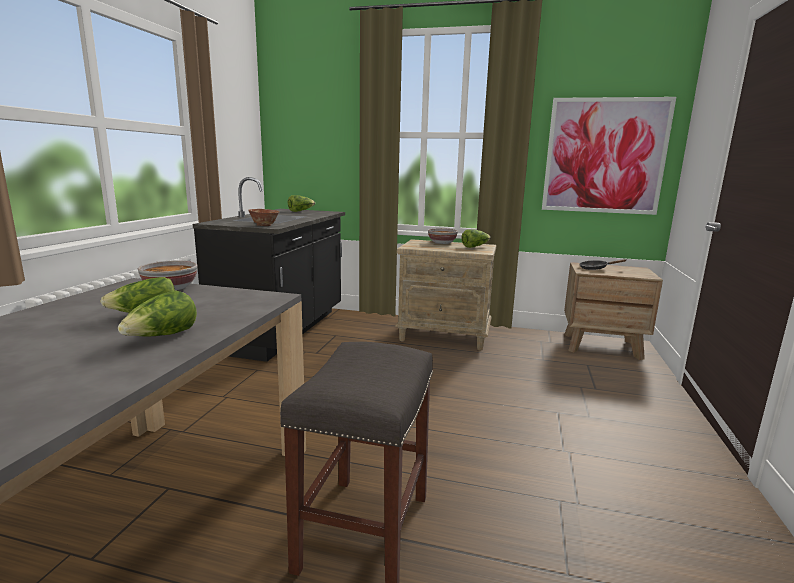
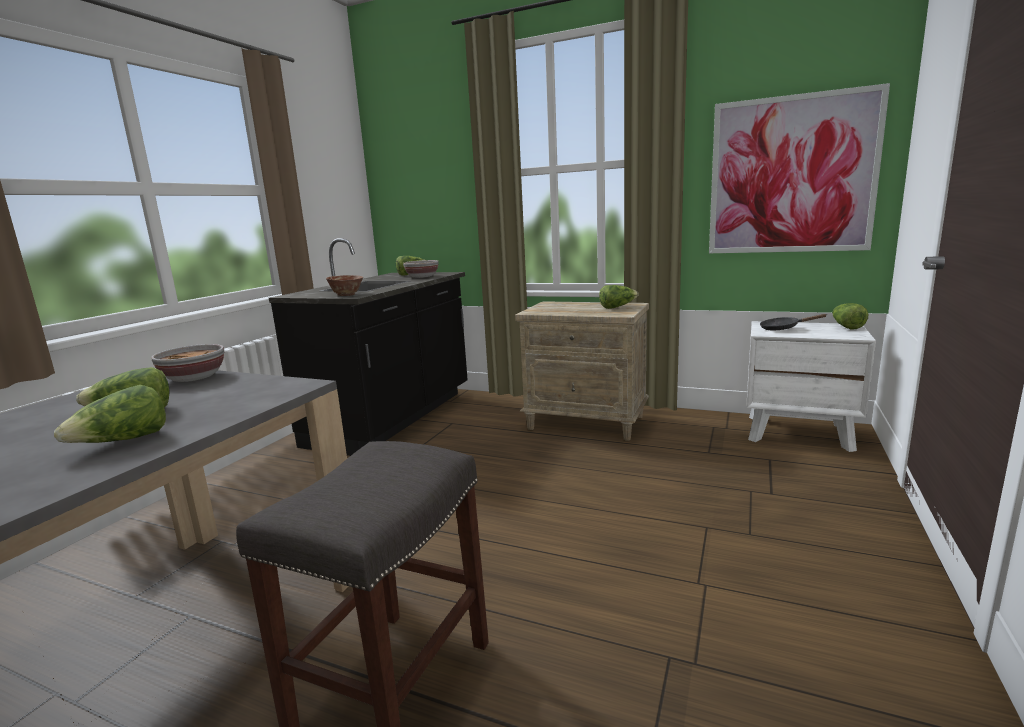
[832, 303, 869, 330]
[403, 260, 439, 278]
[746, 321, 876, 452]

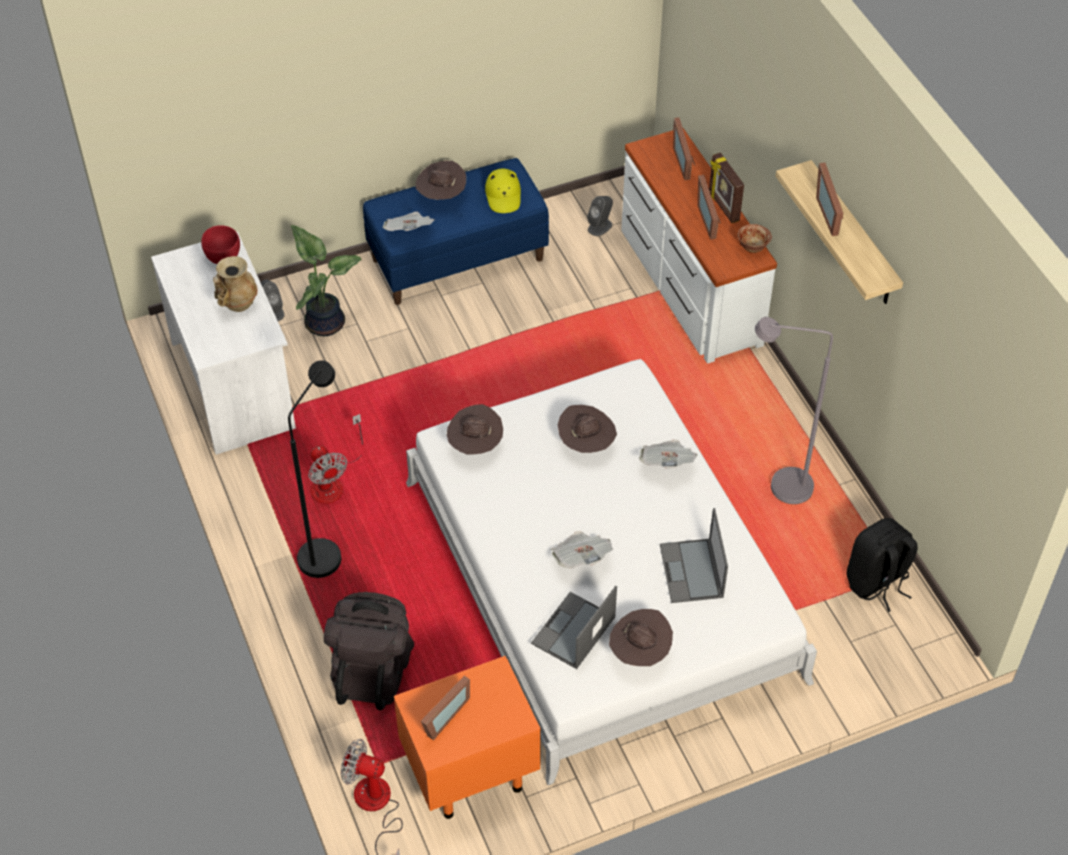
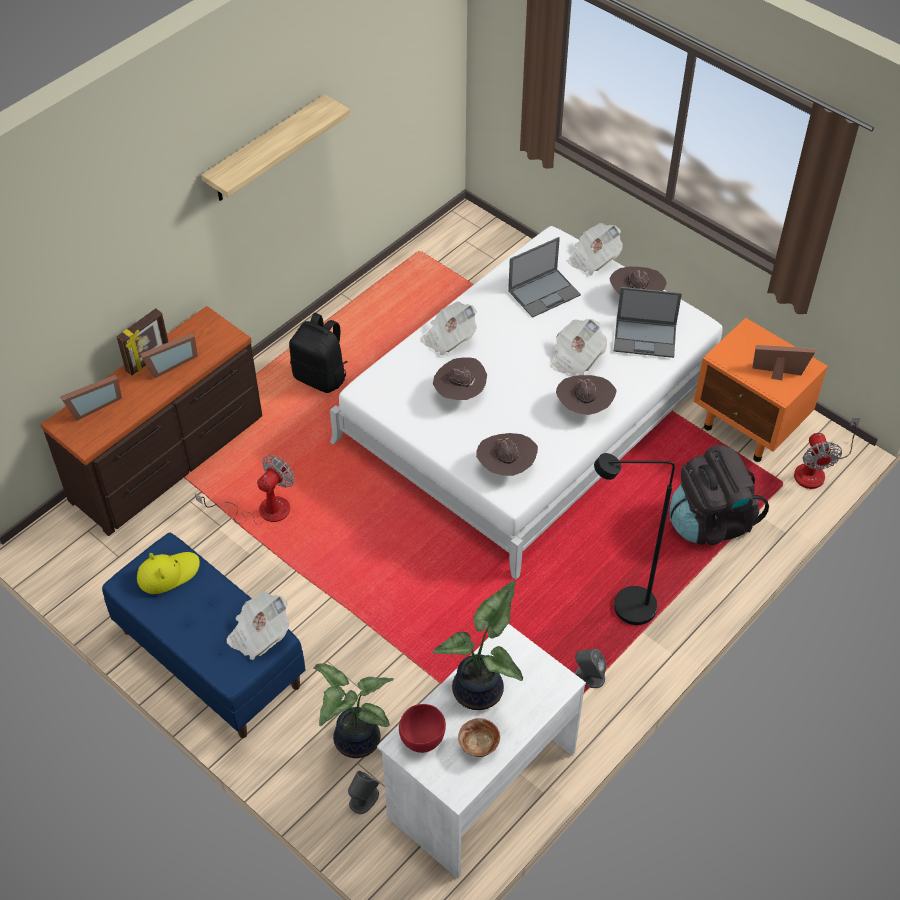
[755, 317, 833, 504] (first image)
[816, 163, 843, 236] (first image)
[568, 223, 623, 275]
[195, 455, 295, 525]
[556, 375, 617, 415]
[575, 649, 607, 688]
[458, 718, 500, 757]
[289, 313, 347, 393]
[433, 580, 523, 710]
[41, 306, 262, 536]

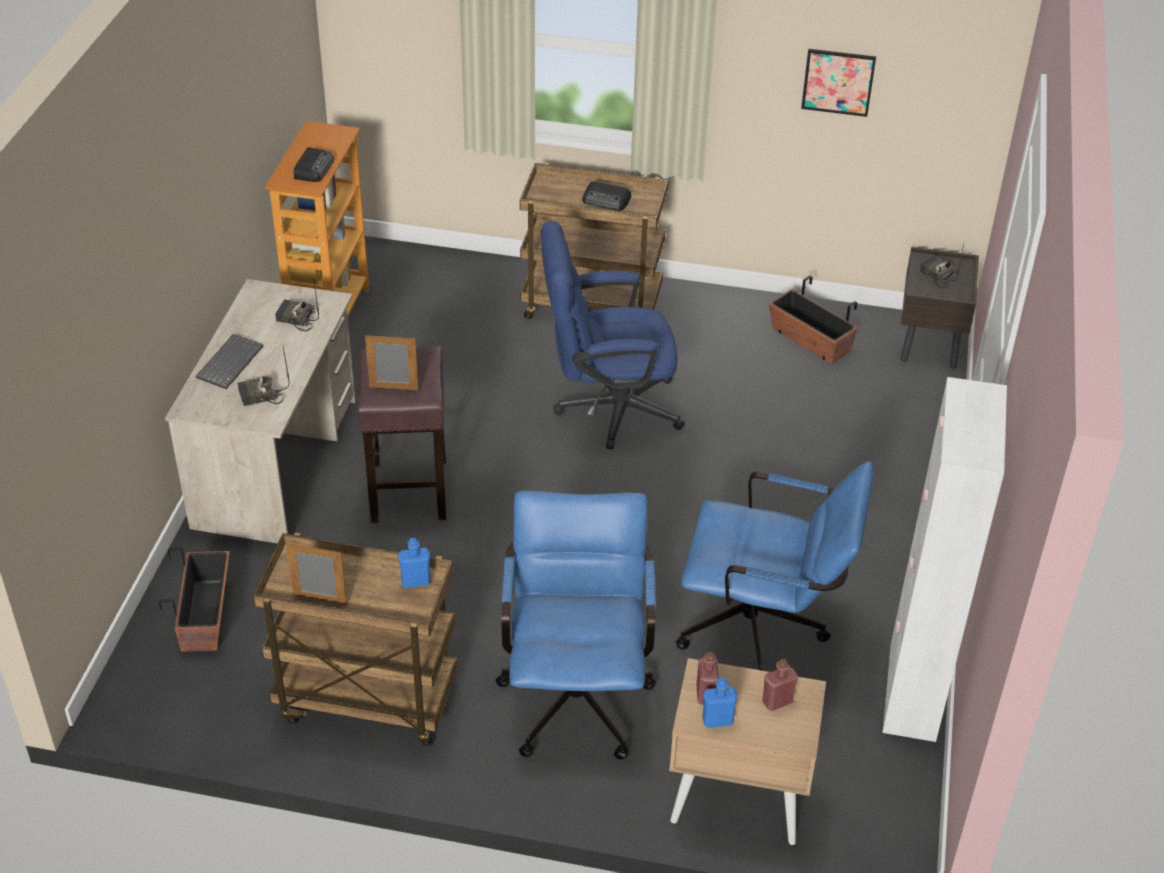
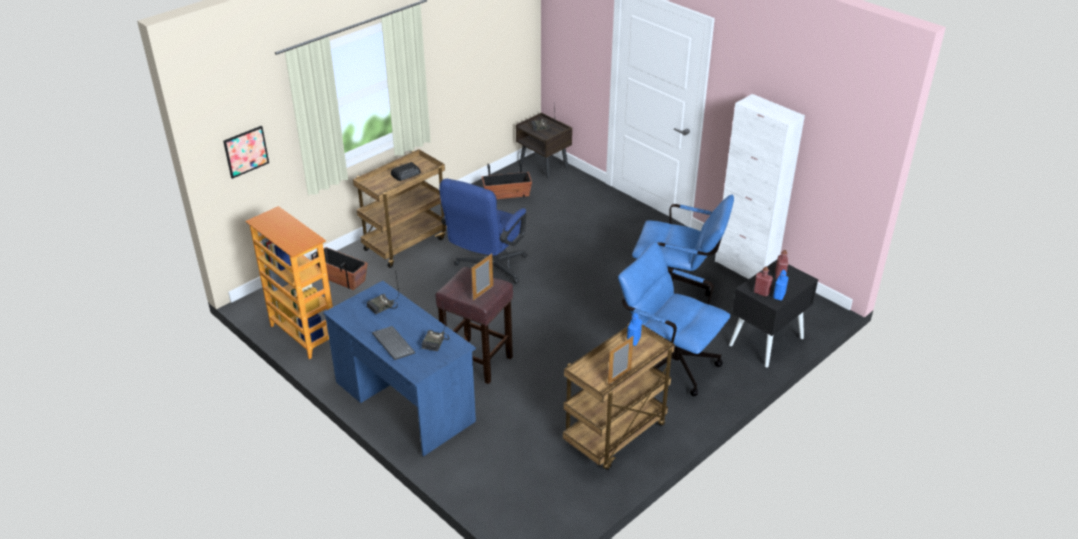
[294, 147, 334, 182] (first image)
[311, 247, 368, 290]
[223, 126, 269, 179]
[323, 281, 476, 457]
[729, 260, 818, 368]
[632, 195, 734, 297]

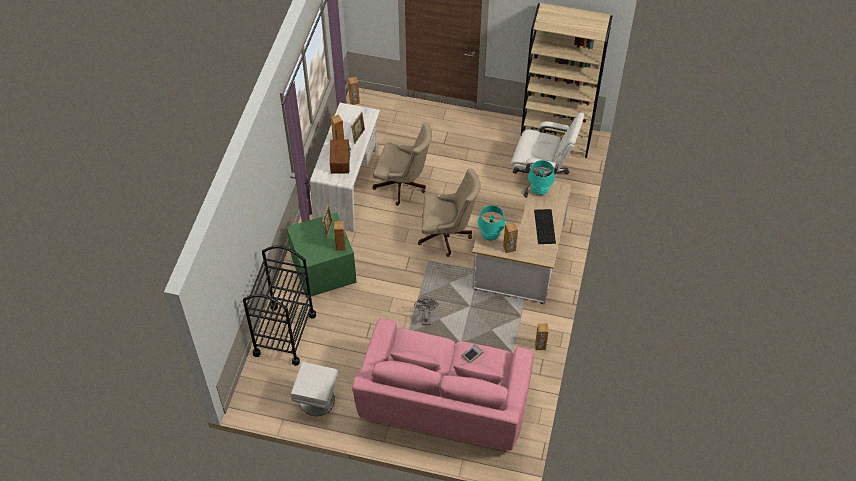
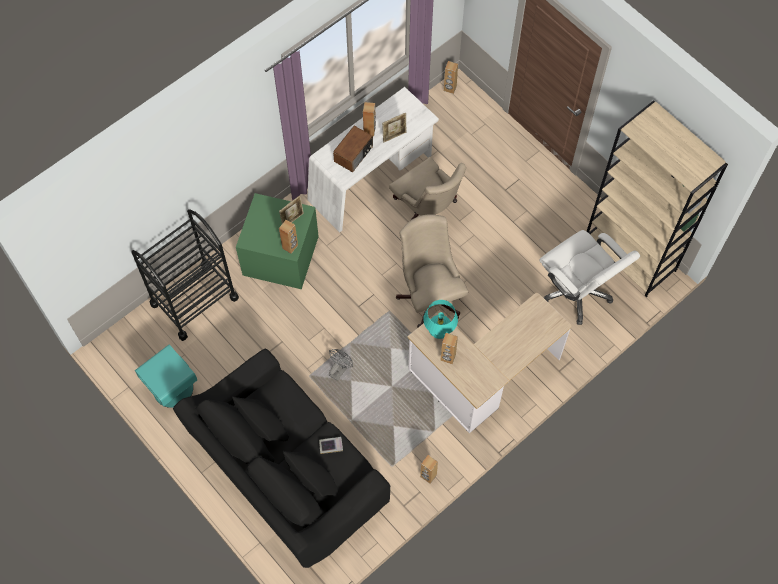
[528, 160, 555, 195] (first image)
[534, 209, 556, 244] (first image)
[135, 345, 197, 408]
[173, 349, 390, 568]
[396, 214, 468, 328]

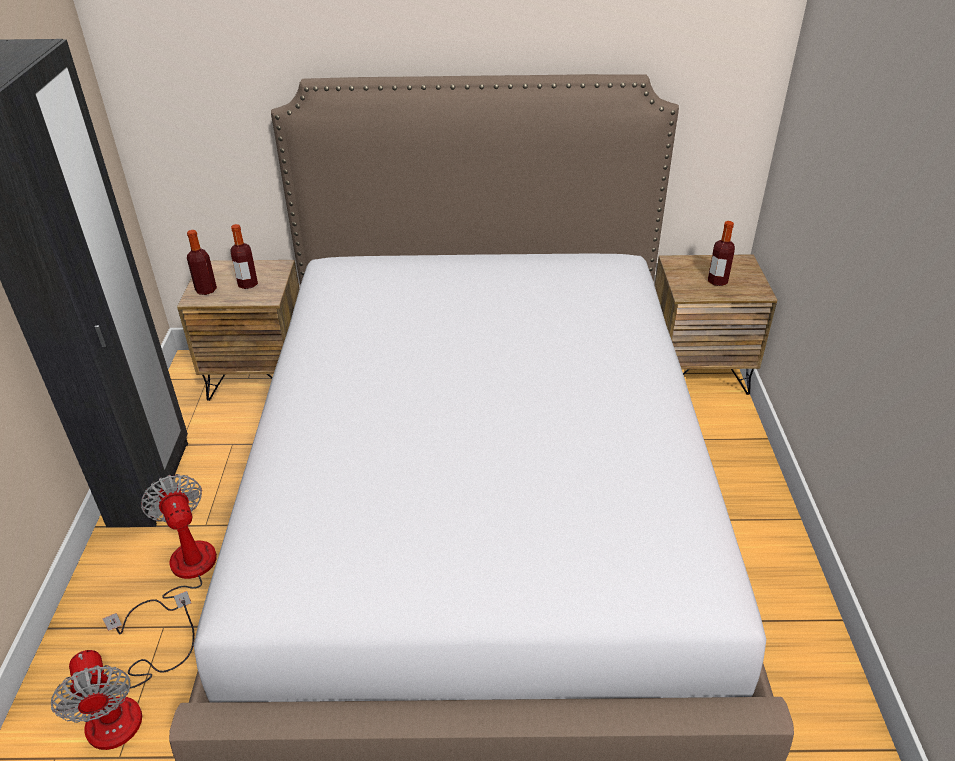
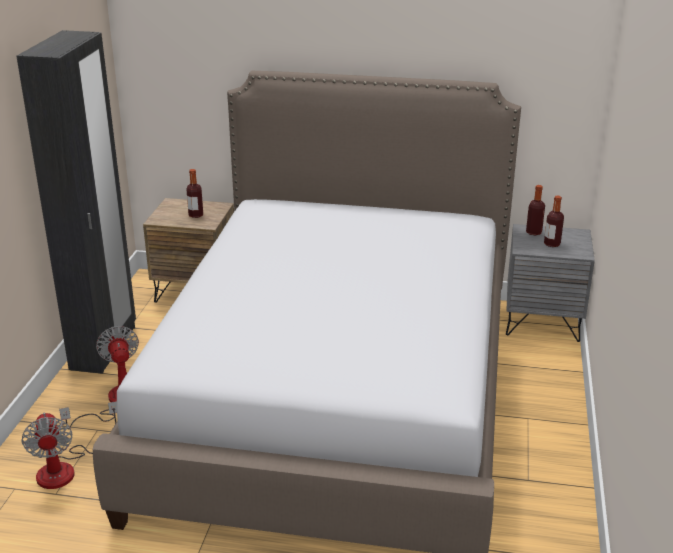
[526, 185, 545, 235]
[506, 224, 595, 342]

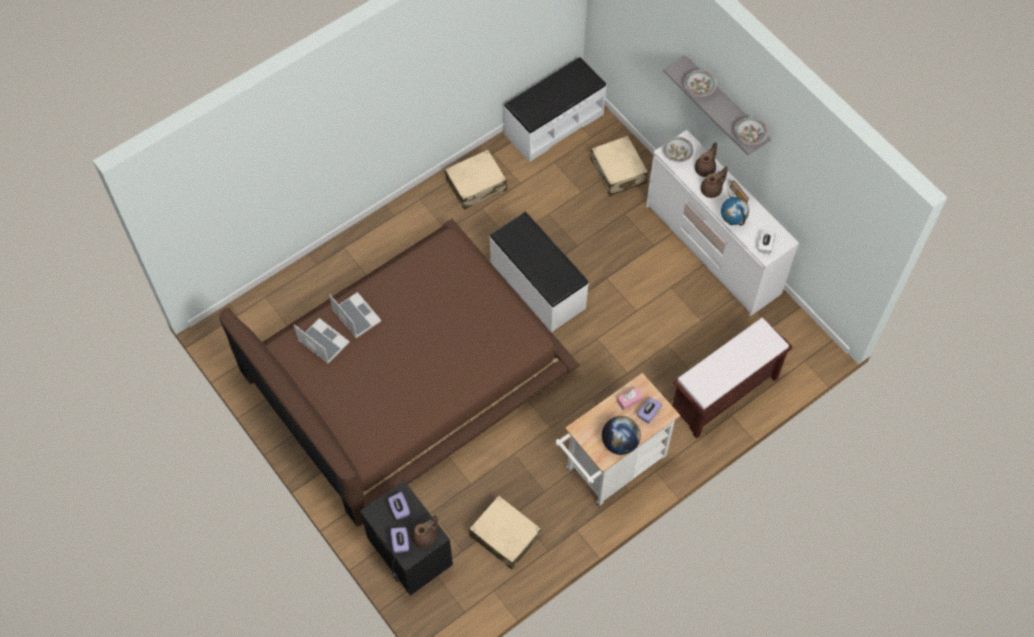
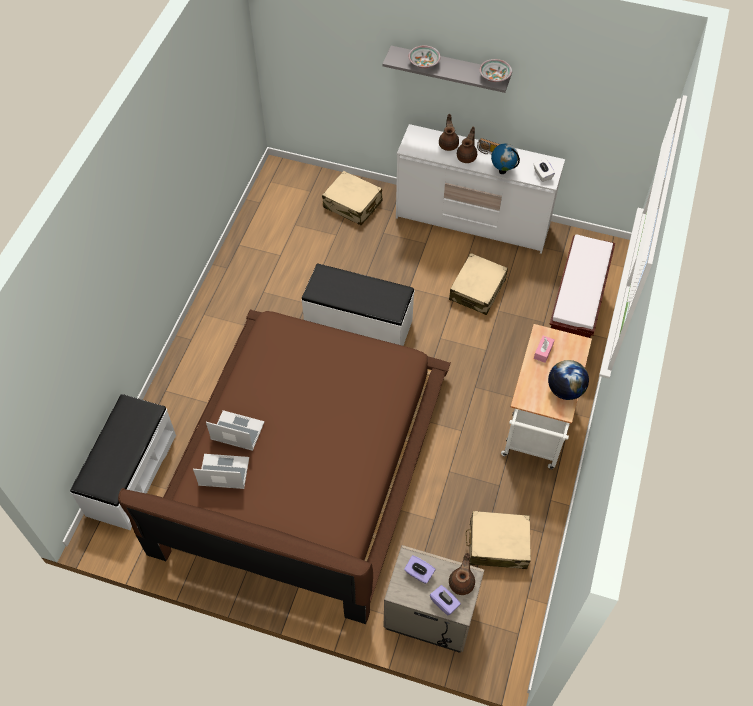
[637, 397, 662, 424] (first image)
[663, 136, 694, 162] (first image)
[449, 253, 508, 315]
[70, 394, 176, 530]
[384, 545, 484, 653]

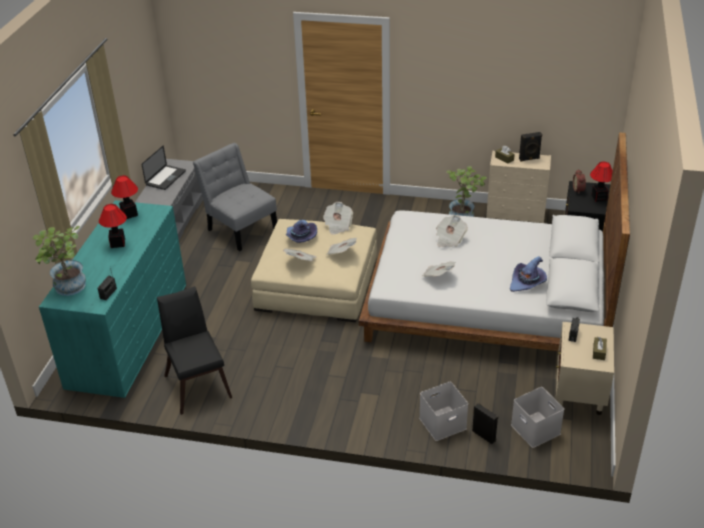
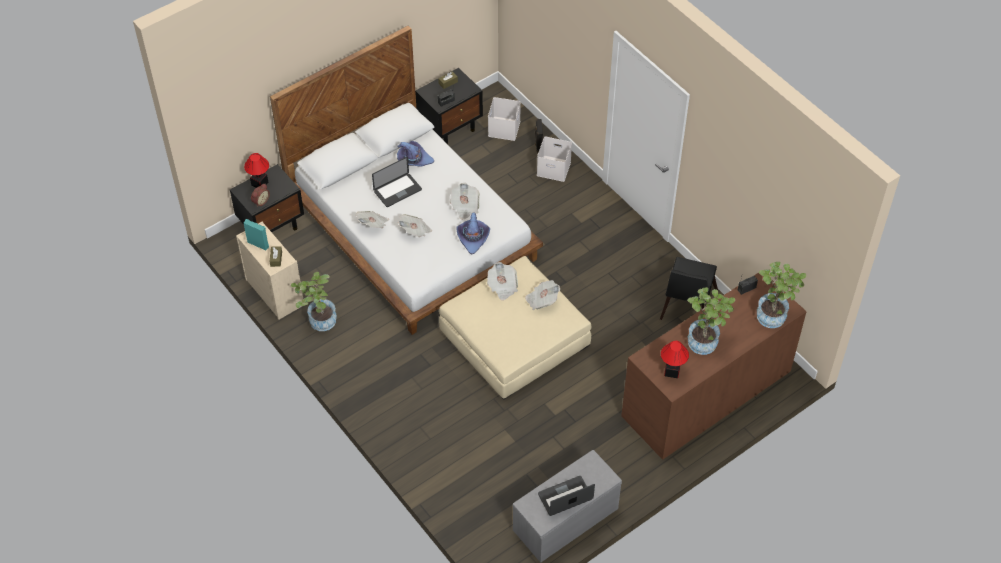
[193, 143, 277, 251] (first image)
[372, 157, 422, 207]
[456, 212, 490, 254]
[355, 211, 389, 228]
[687, 287, 735, 355]
[621, 273, 807, 460]
[244, 219, 269, 250]
[415, 68, 483, 144]

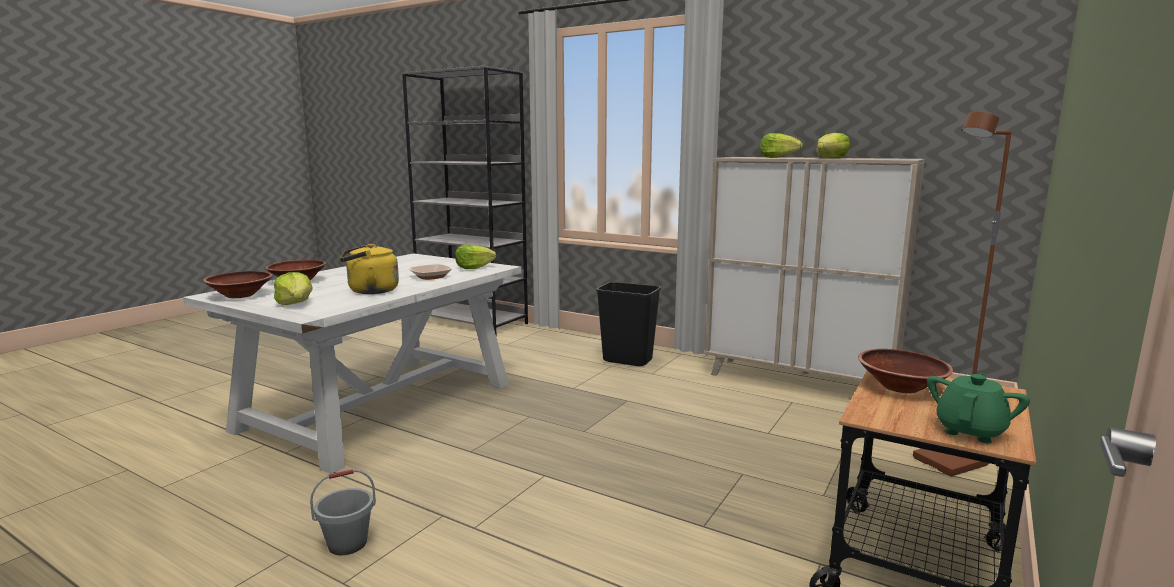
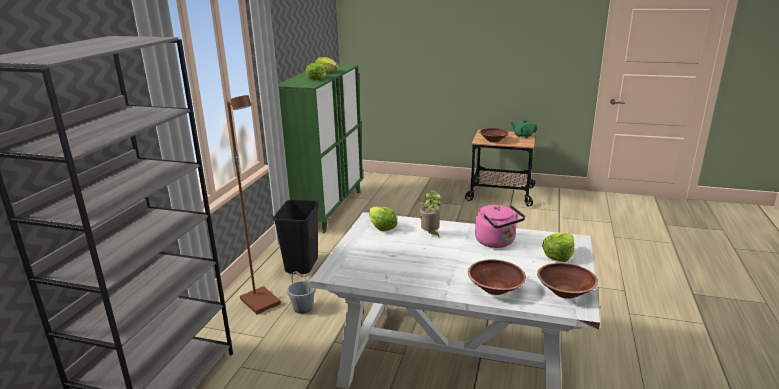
[287, 271, 315, 314]
[227, 95, 281, 315]
[420, 190, 441, 237]
[475, 205, 525, 248]
[278, 64, 363, 234]

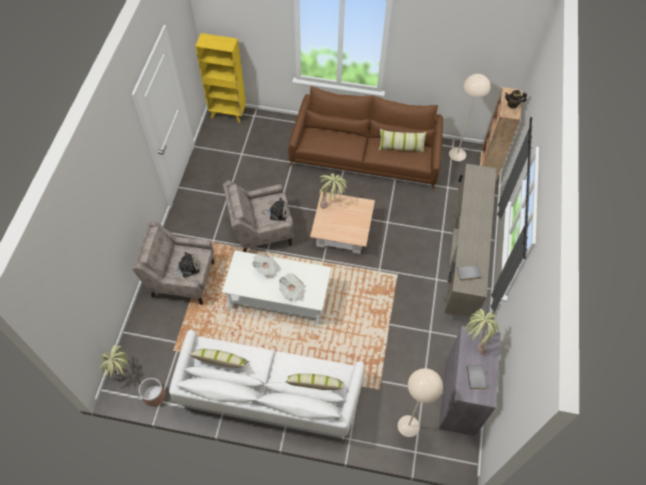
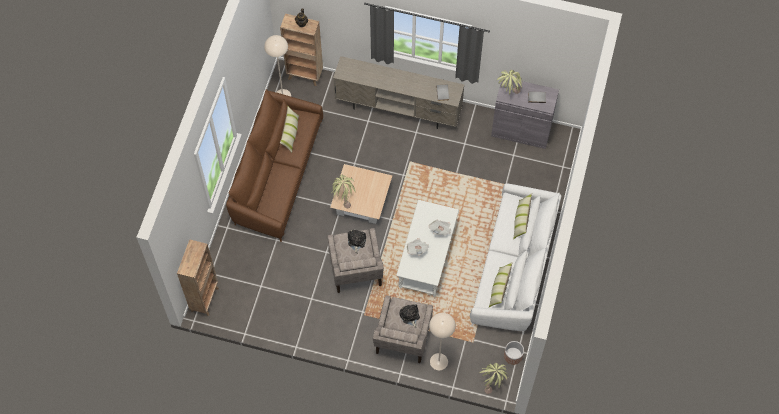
[429, 313, 456, 370]
[177, 239, 219, 316]

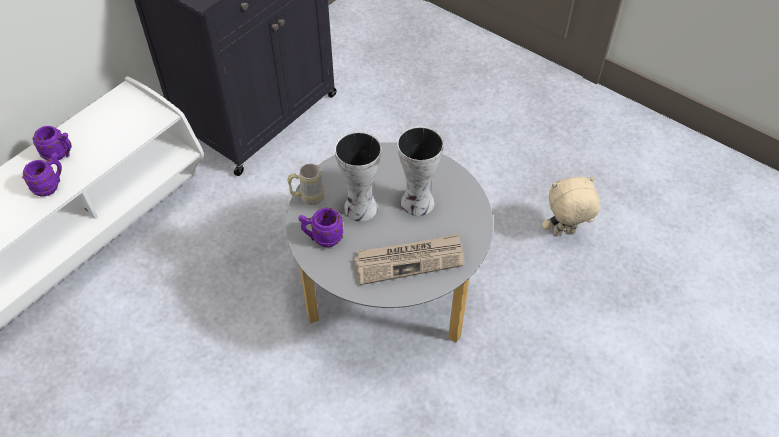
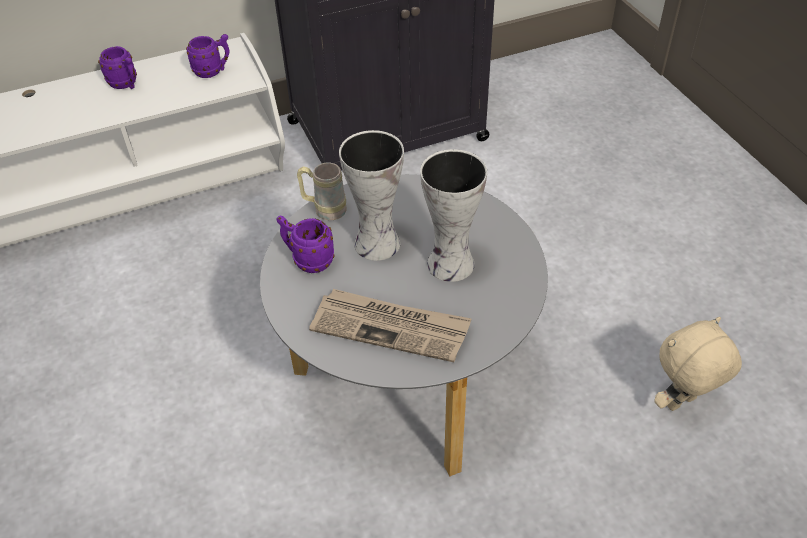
[186, 34, 229, 78]
[654, 317, 742, 411]

